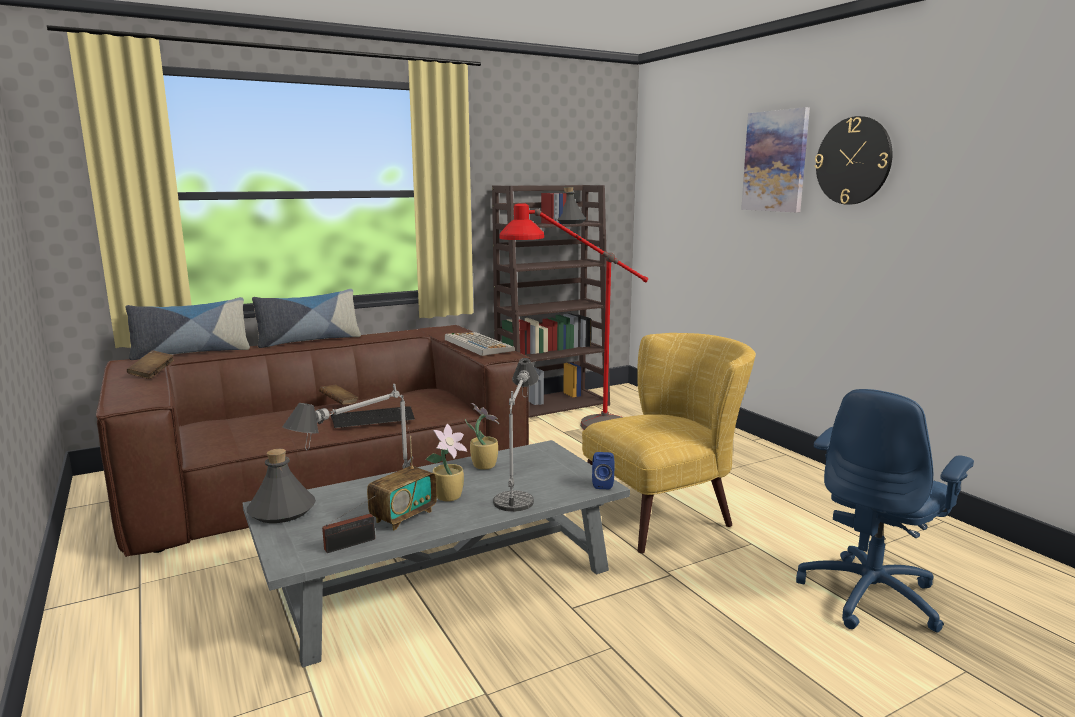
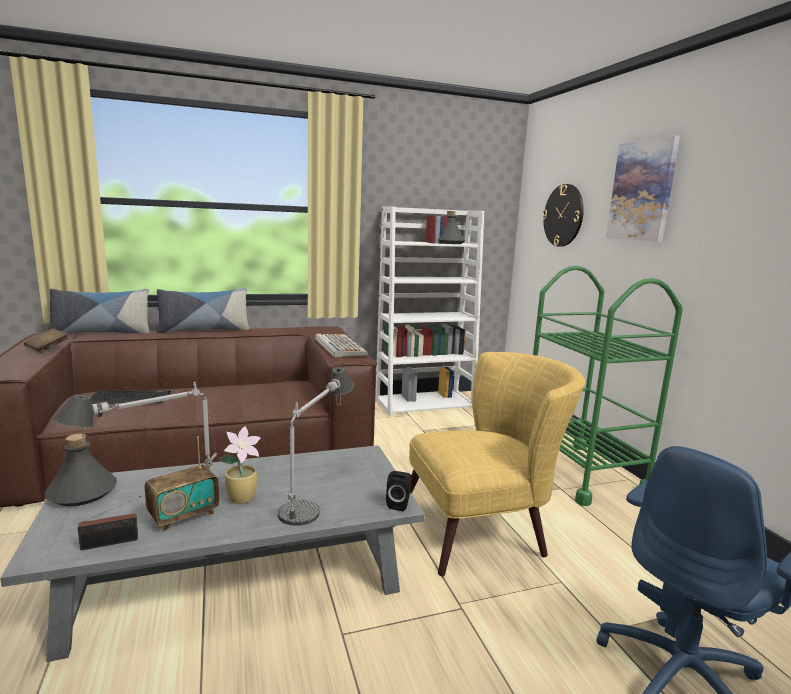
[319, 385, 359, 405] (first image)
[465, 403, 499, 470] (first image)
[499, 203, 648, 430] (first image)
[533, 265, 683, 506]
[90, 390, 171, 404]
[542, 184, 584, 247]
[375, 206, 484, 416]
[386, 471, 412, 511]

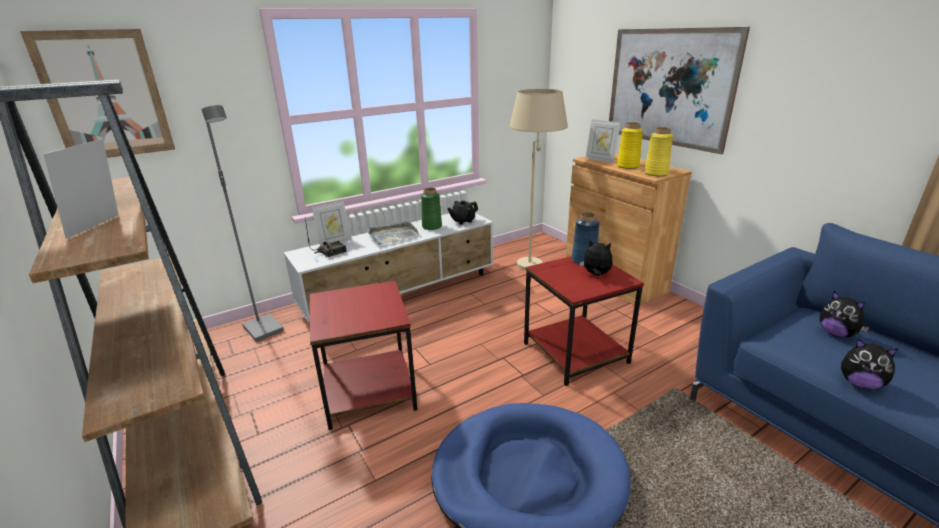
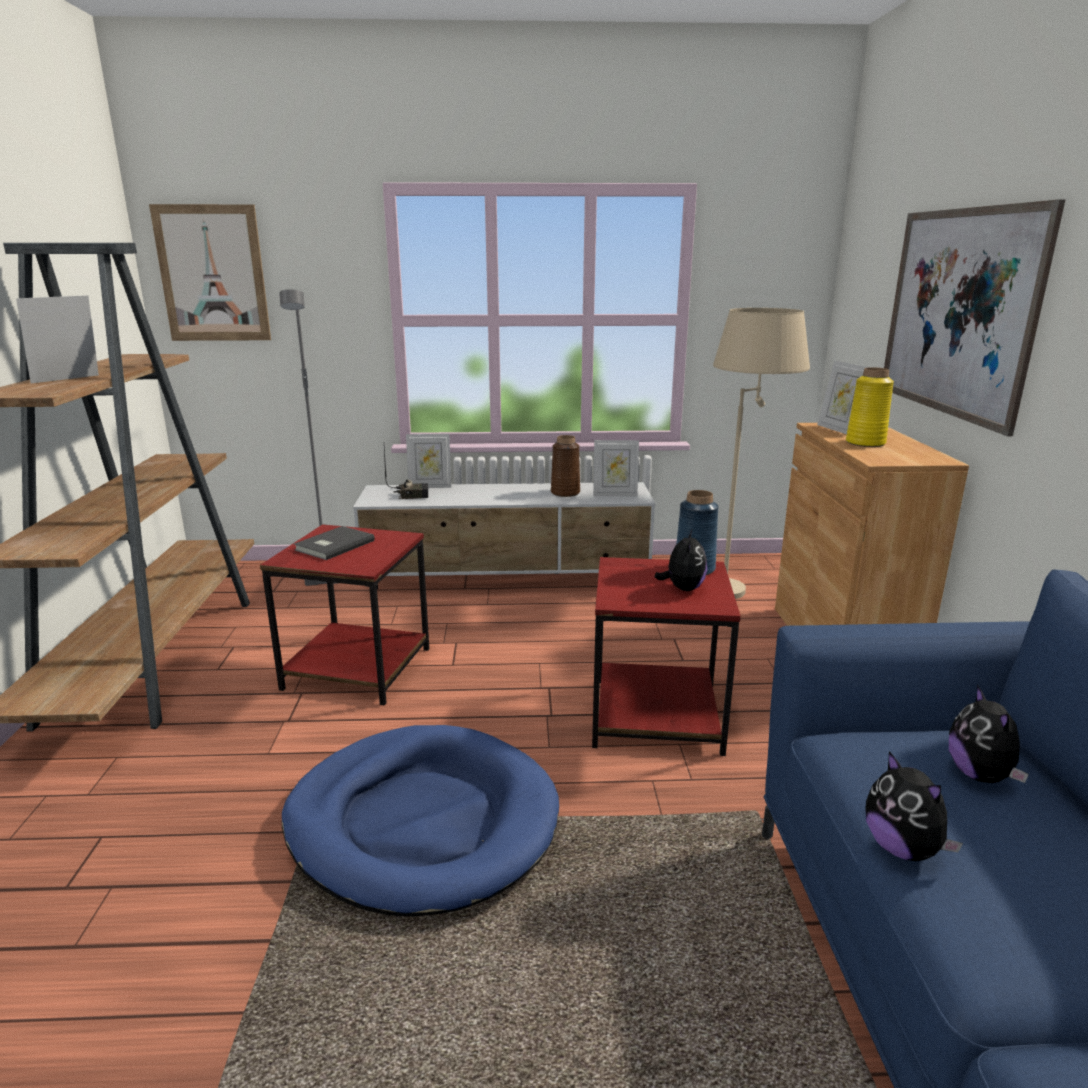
[367, 221, 421, 245] (first image)
[644, 127, 673, 176] (first image)
[294, 526, 375, 560]
[593, 440, 639, 496]
[551, 435, 580, 497]
[655, 530, 707, 591]

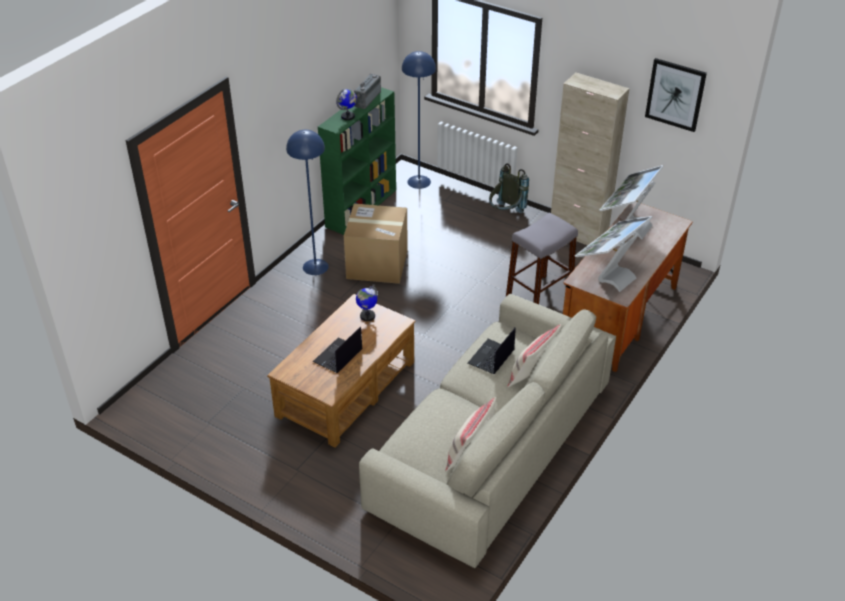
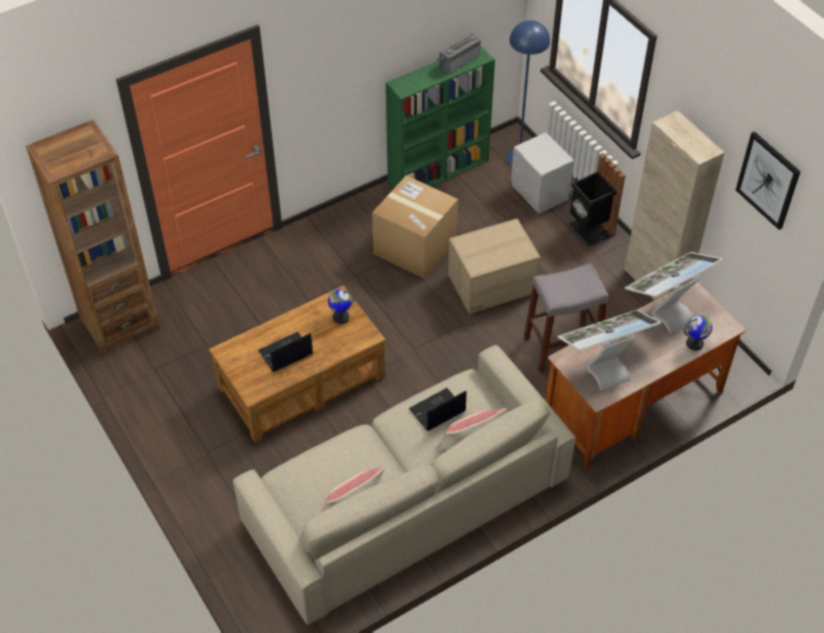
[286, 130, 329, 275] (first image)
[26, 120, 160, 355]
[448, 219, 541, 314]
[511, 132, 574, 214]
[683, 315, 712, 351]
[569, 153, 626, 247]

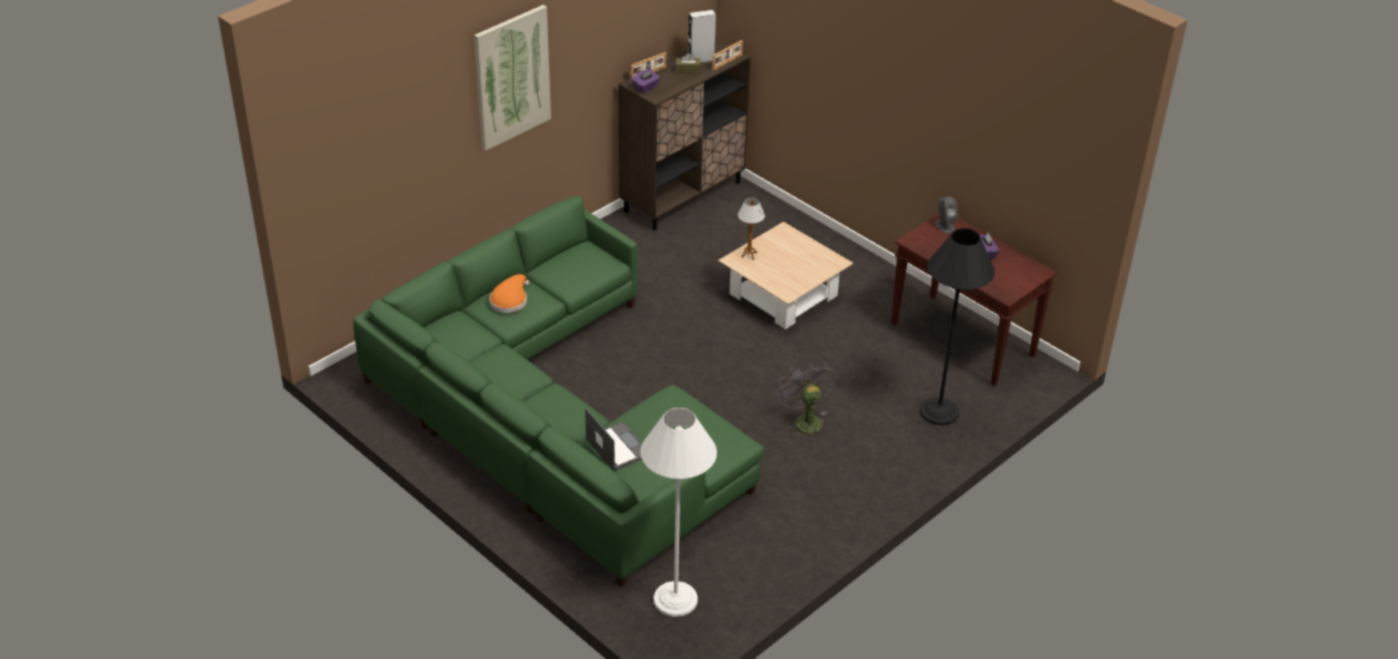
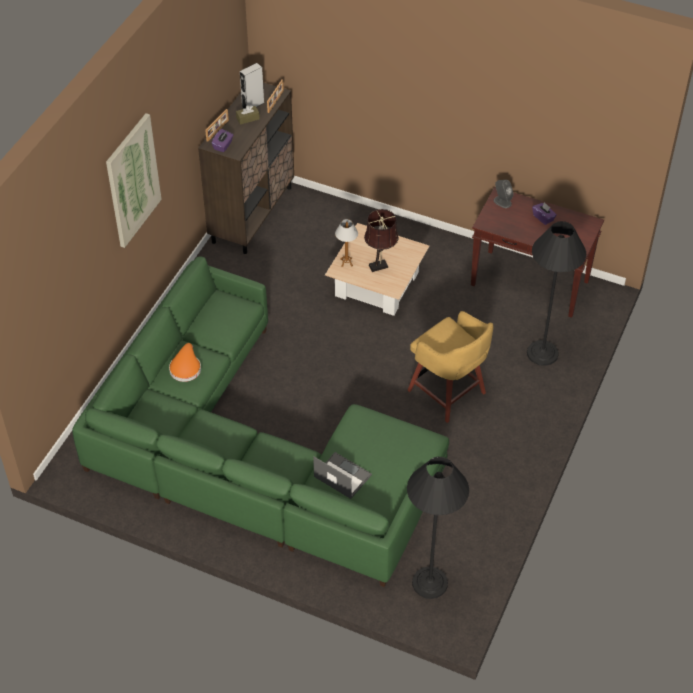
[364, 209, 399, 272]
[407, 311, 493, 423]
[407, 457, 469, 599]

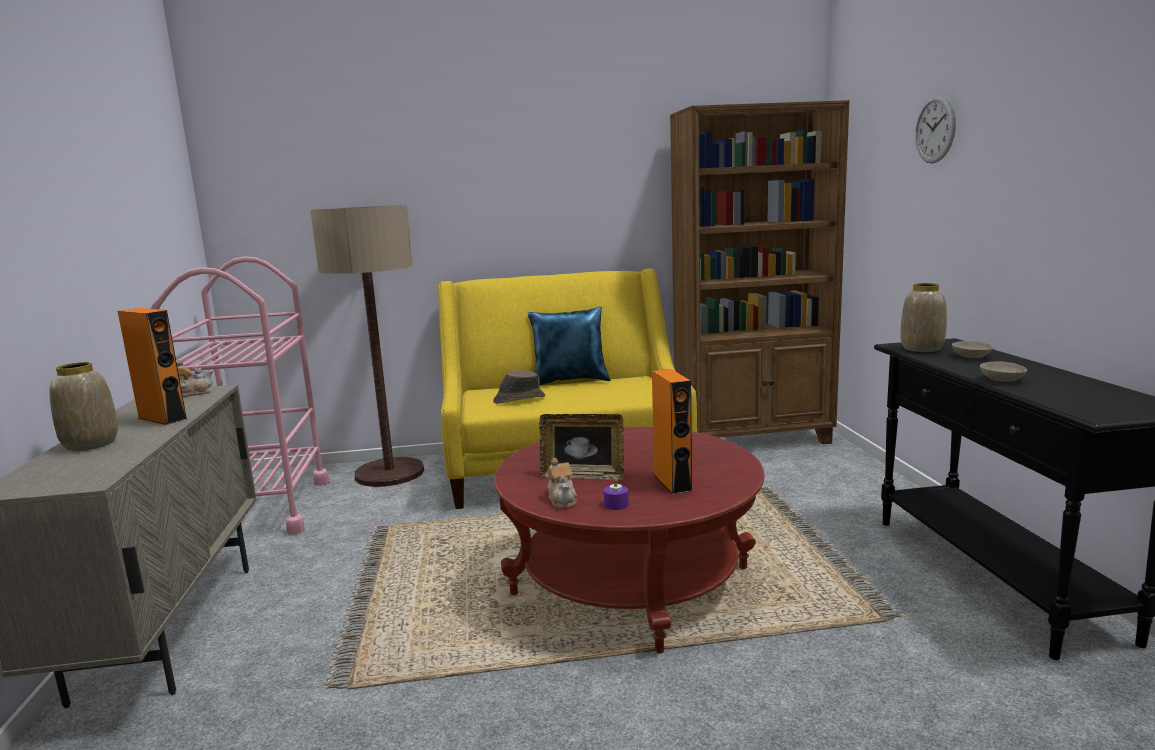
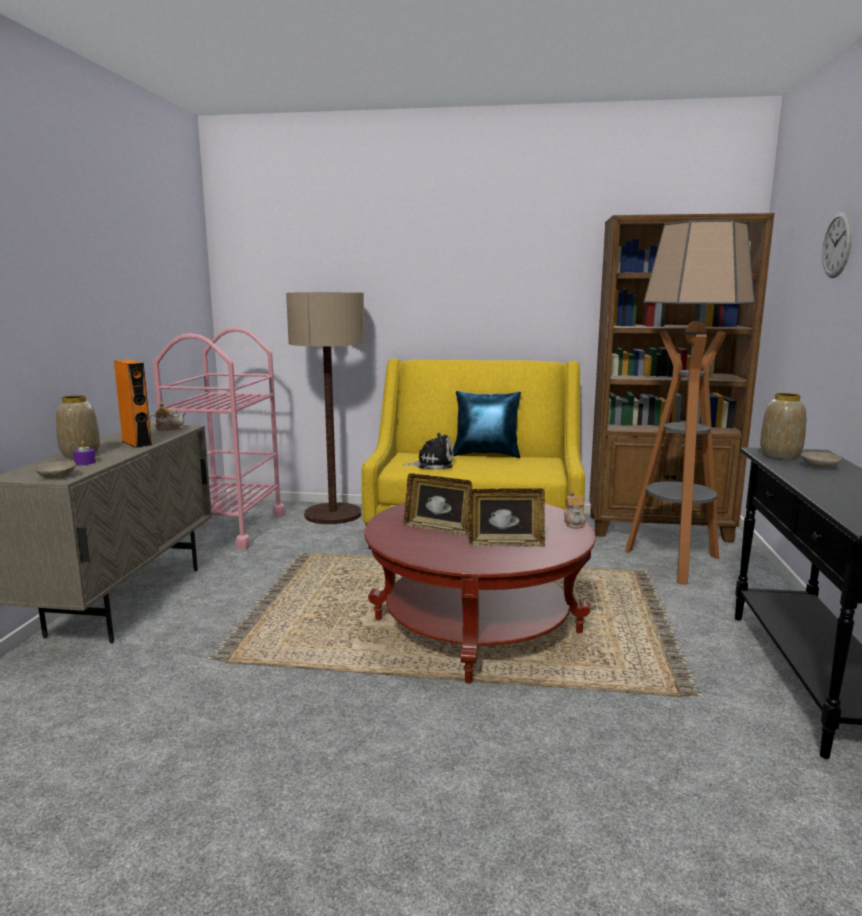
[625, 220, 755, 585]
[564, 490, 586, 529]
[73, 441, 96, 465]
[35, 461, 76, 479]
[403, 433, 454, 470]
[468, 488, 545, 547]

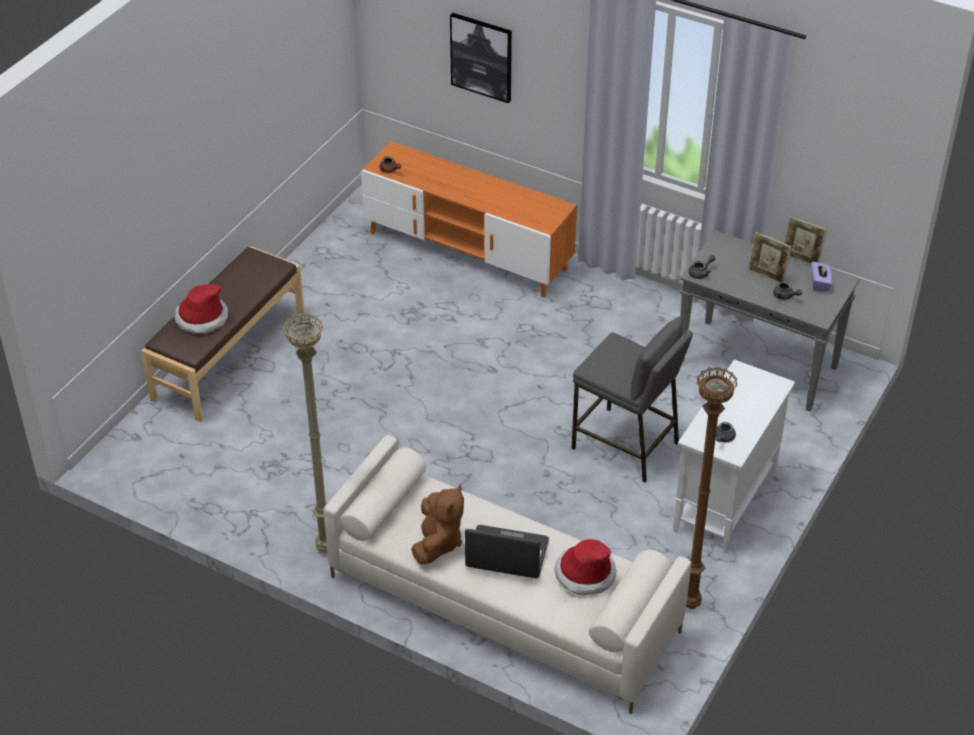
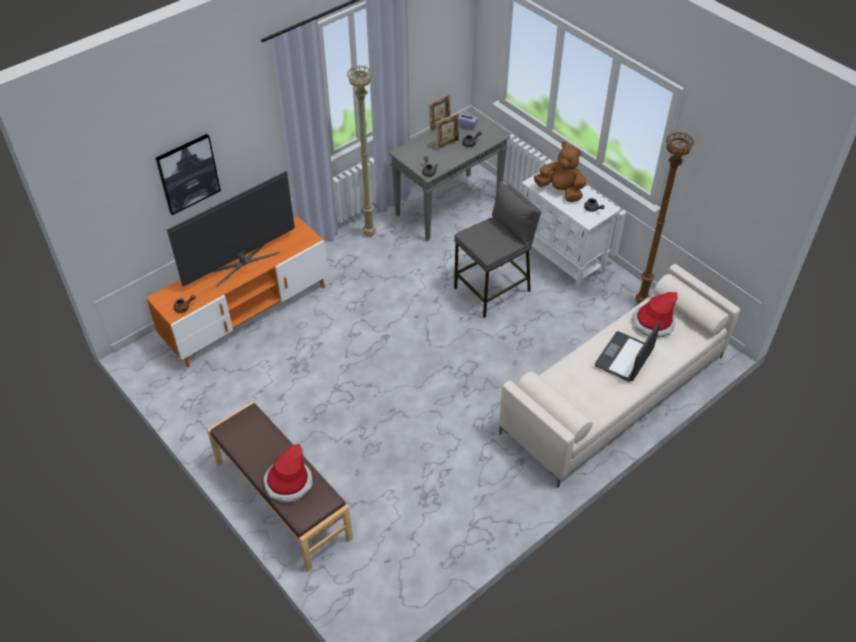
[167, 170, 295, 287]
[347, 65, 376, 237]
[534, 142, 586, 202]

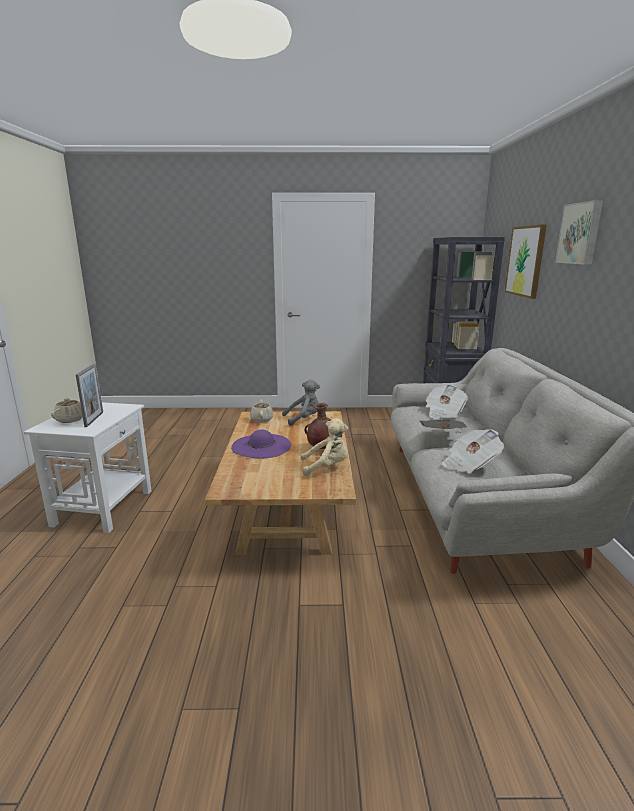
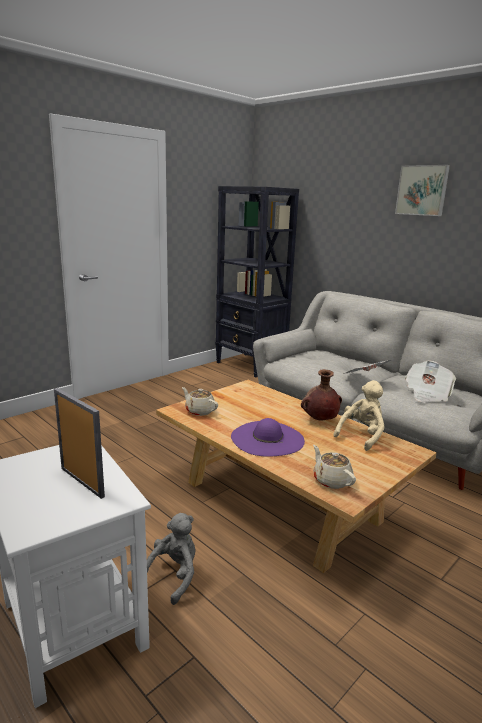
[426, 384, 468, 419] (first image)
[505, 224, 547, 299] (first image)
[313, 445, 356, 489]
[147, 513, 195, 605]

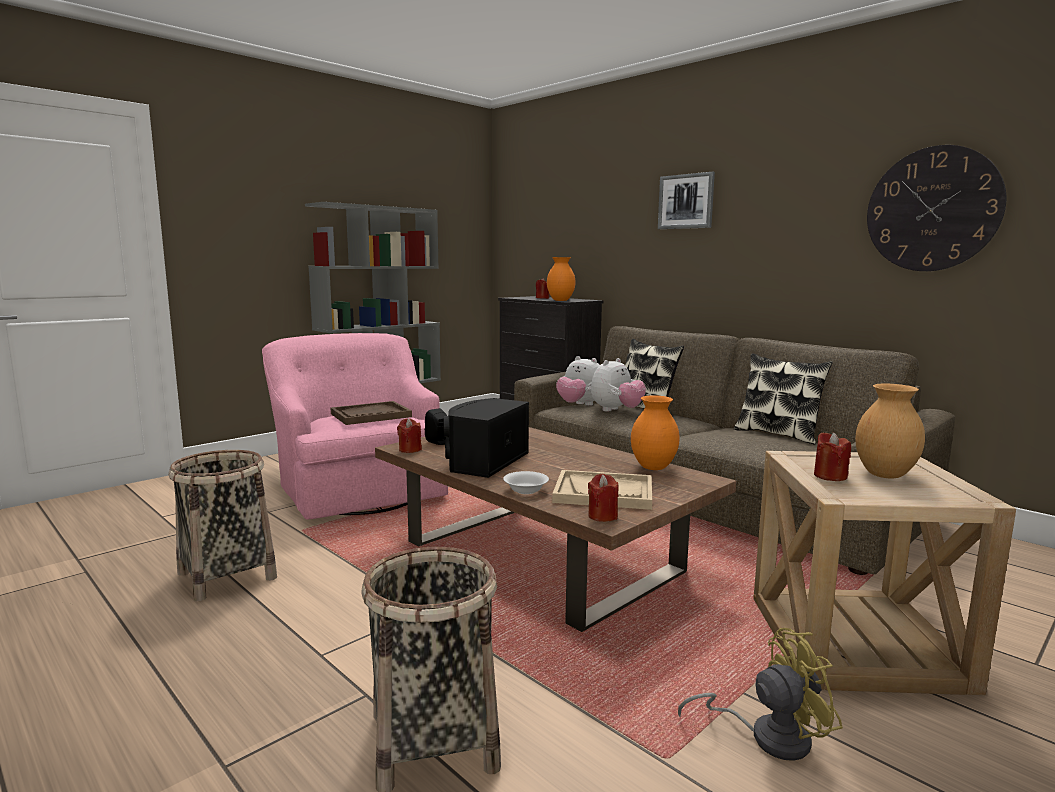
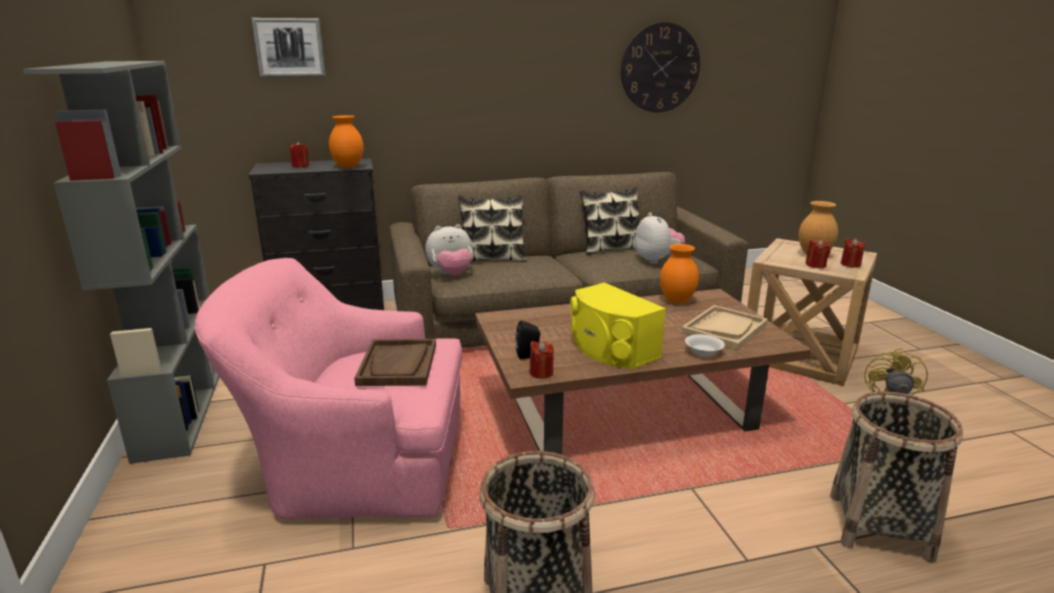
[841, 238, 865, 267]
[635, 212, 685, 264]
[252, 18, 325, 77]
[570, 282, 666, 369]

